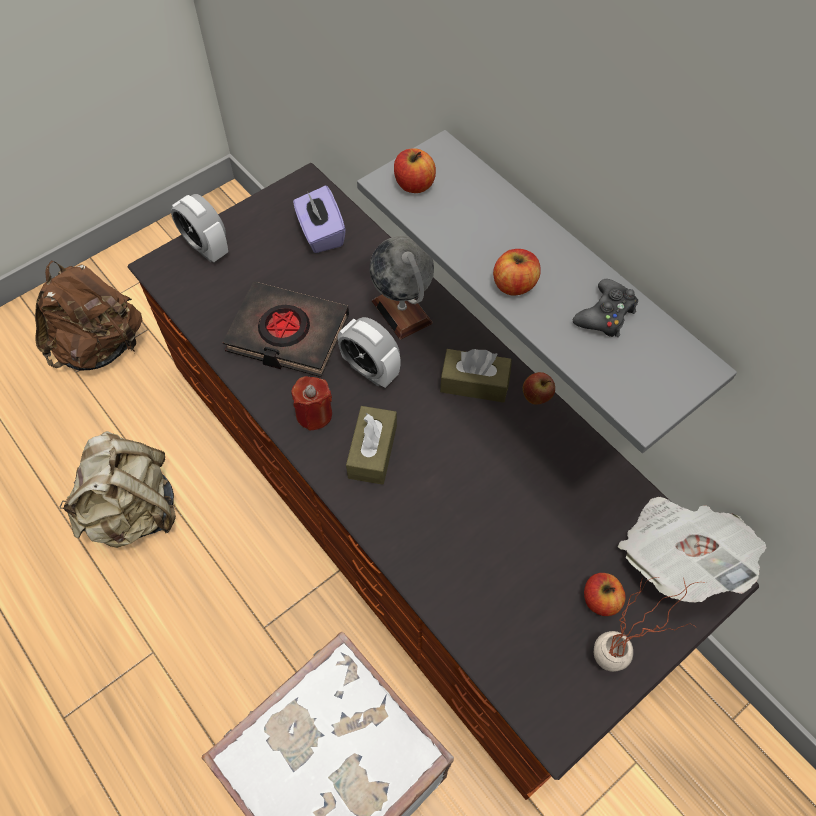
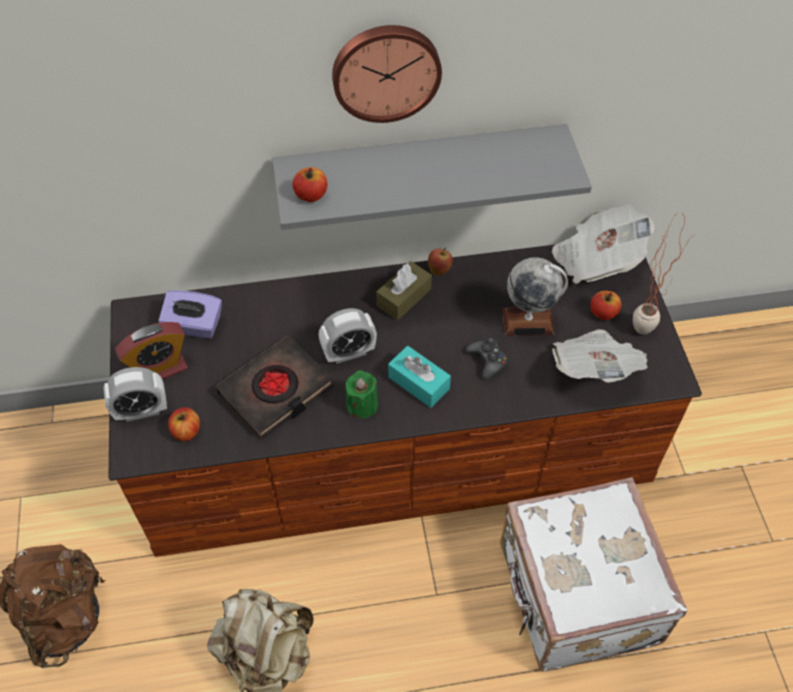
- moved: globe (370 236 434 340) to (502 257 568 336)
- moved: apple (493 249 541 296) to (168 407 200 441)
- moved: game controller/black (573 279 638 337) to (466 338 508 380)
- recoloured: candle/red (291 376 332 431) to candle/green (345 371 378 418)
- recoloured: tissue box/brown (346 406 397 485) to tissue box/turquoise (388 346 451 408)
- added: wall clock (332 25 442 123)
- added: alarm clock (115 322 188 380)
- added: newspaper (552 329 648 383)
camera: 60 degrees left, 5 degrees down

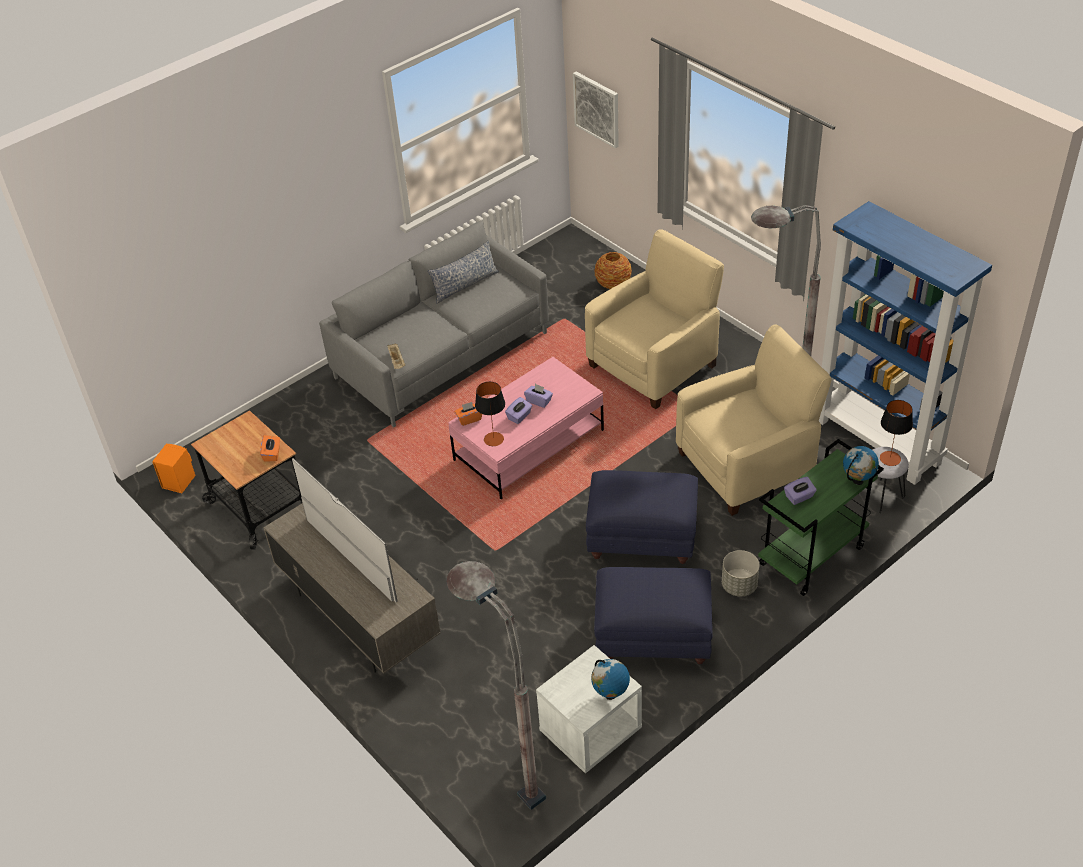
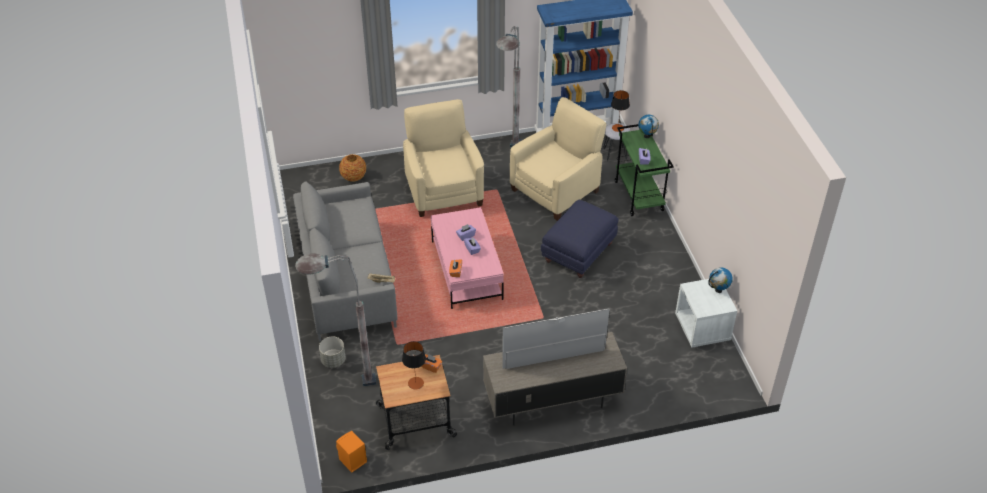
- removed: picture (573 72 619 148)
- removed: pillow (428 240 499 304)
- turned: armchair/beige (676 325 832 516) = (510 97 606 221) 45 degrees clockwise
- moved: table lamp (475 382 505 446) to (402 341 426 390)
- moved: planter/grey (722 550 760 596) to (319 337 345 368)
- moved: floor lamp/grey (446 561 546 810) to (295 253 376 386)
- removed: ottoman/blue (594 567 713 664)
camera: 65 degrees left, 0 degrees up

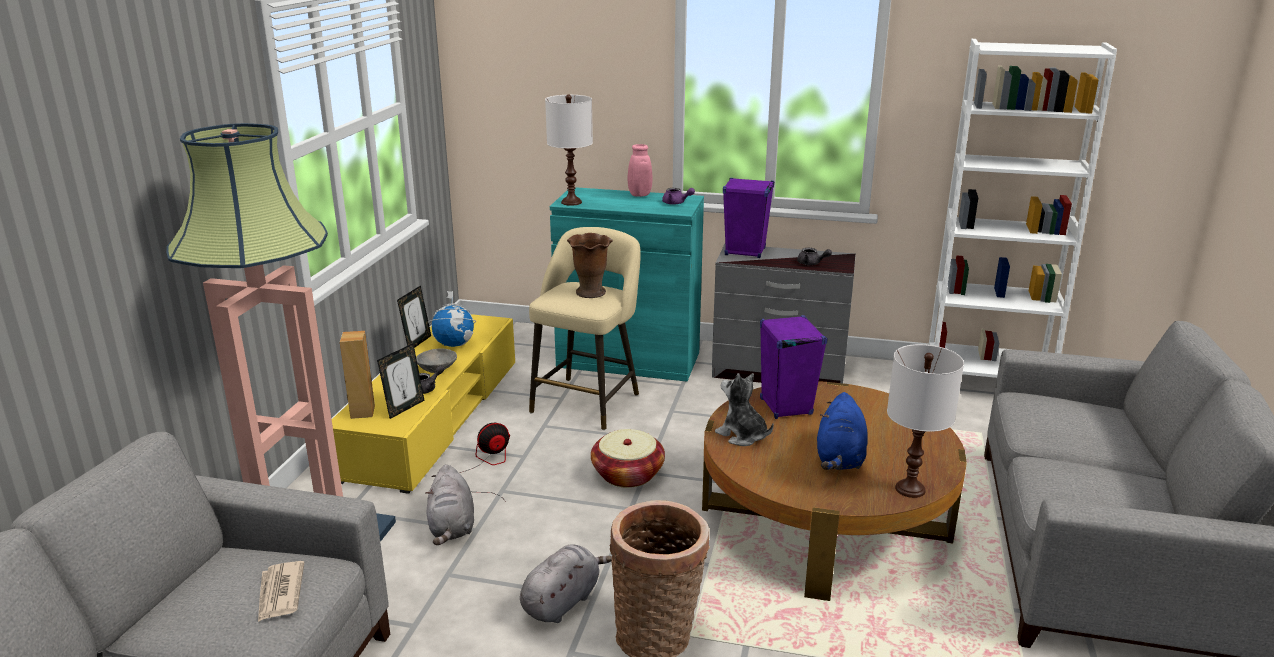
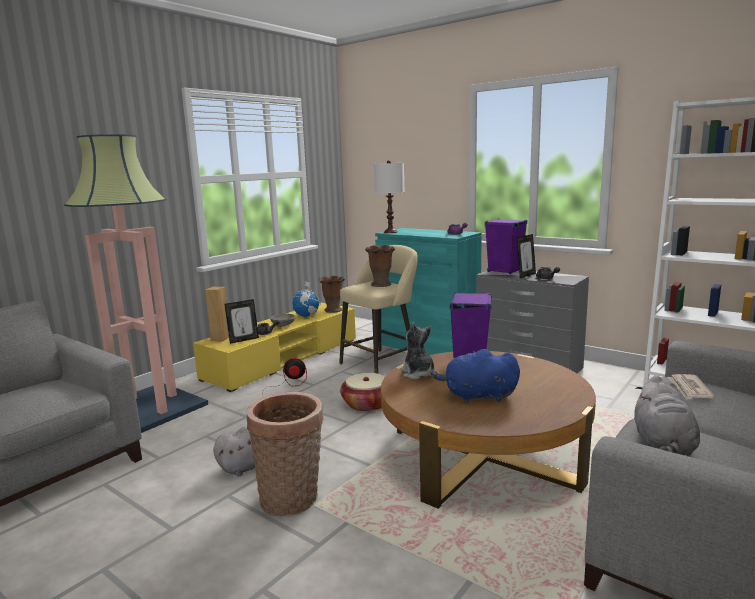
- removed: vase/pink (628 144 652 197)
- moved: picture frame (397 285 431 348) to (517 234 536 278)
- removed: table lamp/white (887 344 964 498)
- turned: plush toy/blue (817 392 868 470) = (431 349 520 403) 60 degrees clockwise
- moved: plush toy/grey (425 464 474 545) to (634 375 700 456)
- moved: newspaper (258 561 304 622) to (668 374 715 400)
- added: vase/brown (319 276 345 313)
camera: 25 degrees right, 10 degrees down

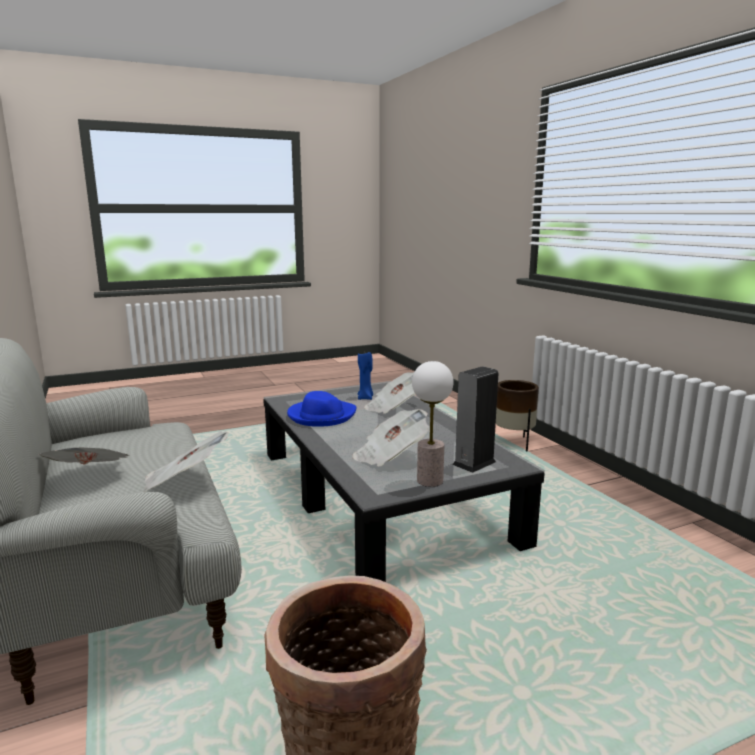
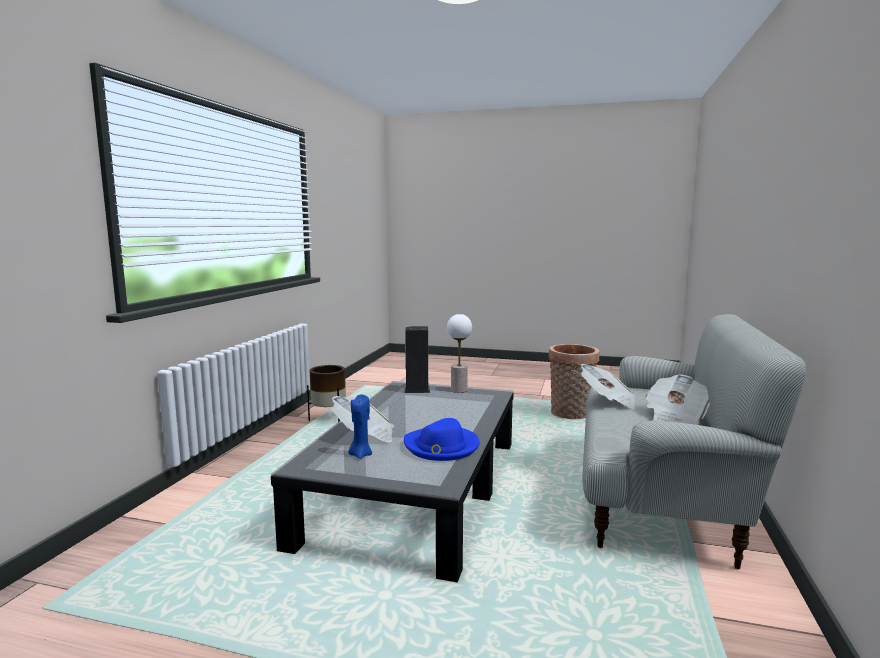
- moved: planter/brown (496 380 539 451) to (307 365 346 422)
- removed: newspaper (352 409 429 466)
camera: 140 degrees left, 5 degrees down

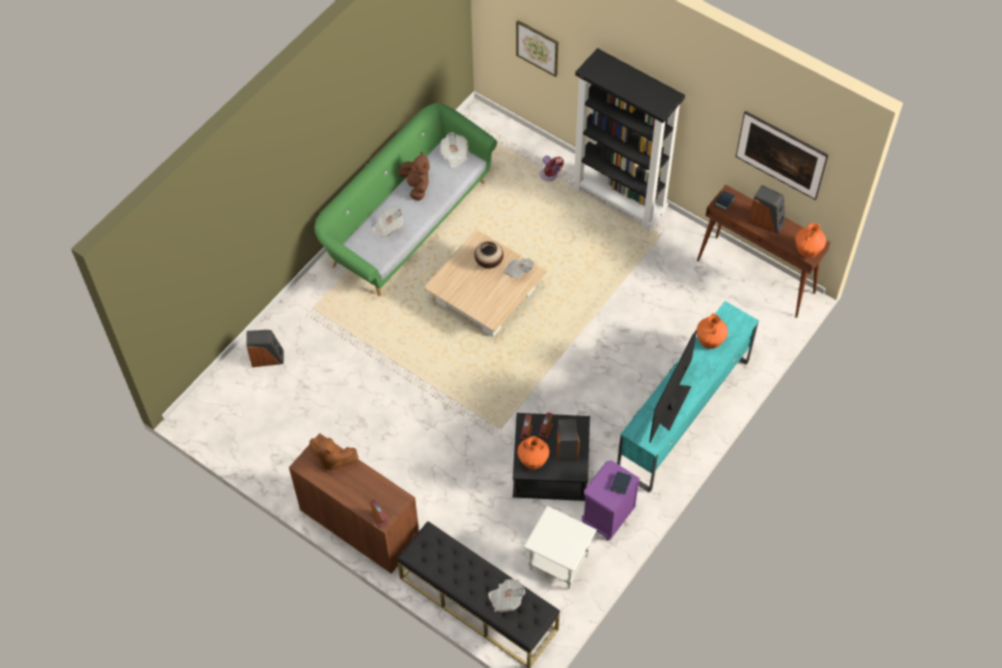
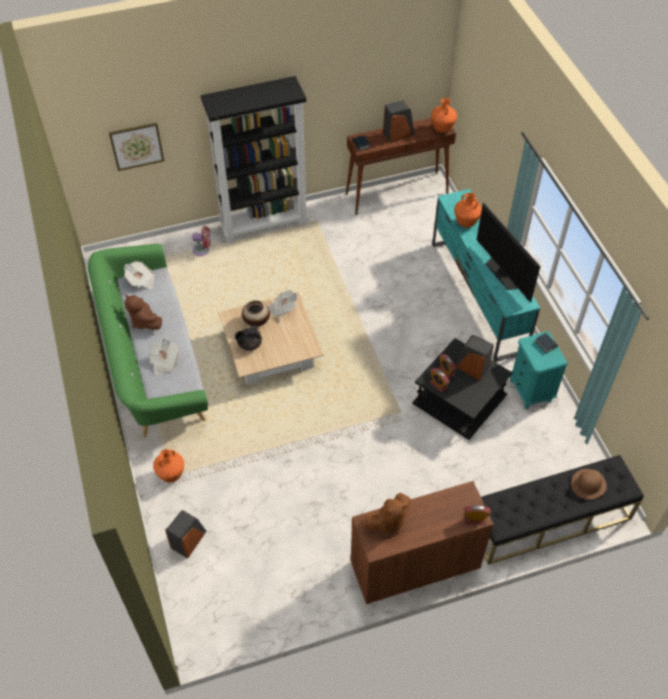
- removed: picture (736 111 828 200)
- turned: plush toy/brown (398 152 430 201) = (124 294 162 330) 135 degrees counterclockwise
- moved: vase/orange (517 436 549 470) to (153 449 184 482)
- recoloured: nightstand/purple (582 460 640 541) to nightstand/turquoise (510 331 568 409)
- removed: side table/white (524 506 597 589)
- replaced: newspaper (488 579 525 612) to hat/brown (571 469 607 500)
- added: teapot/black (235 325 262 351)
camera: 55 degrees left, 5 degrees down

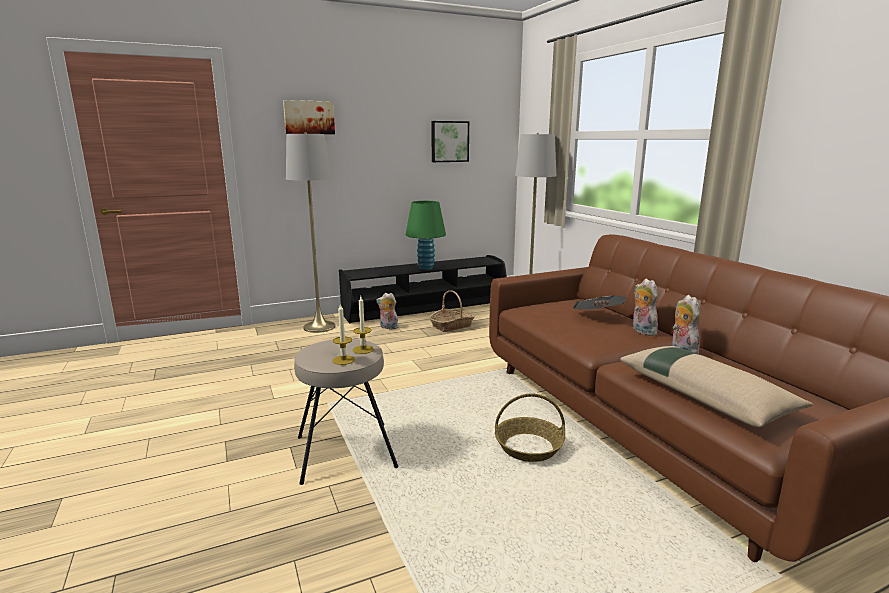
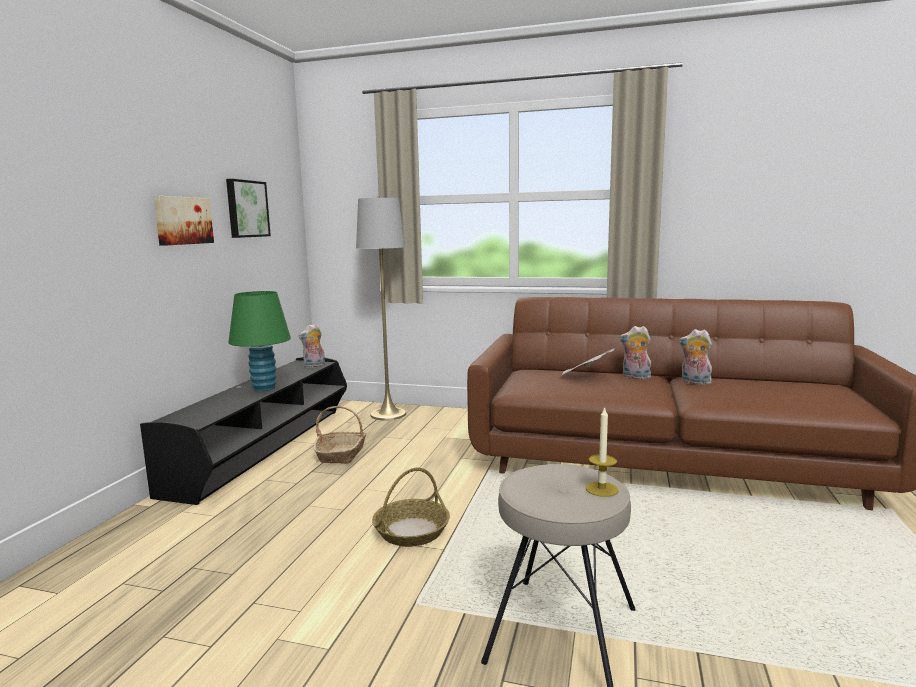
- moved: picture (283 100 335 134) to (153 196 214 246)
- removed: floor lamp/grey (286 132 336 333)
- moved: plush toy (376 293 399 329) to (298 324 325 368)
- removed: candle (353 296 374 354)
- removed: pillow/beige (620 346 814 427)
- moved: basket (495 393 565 462) to (372 467 450 547)
camera: 50 degrees left, 5 degrees down

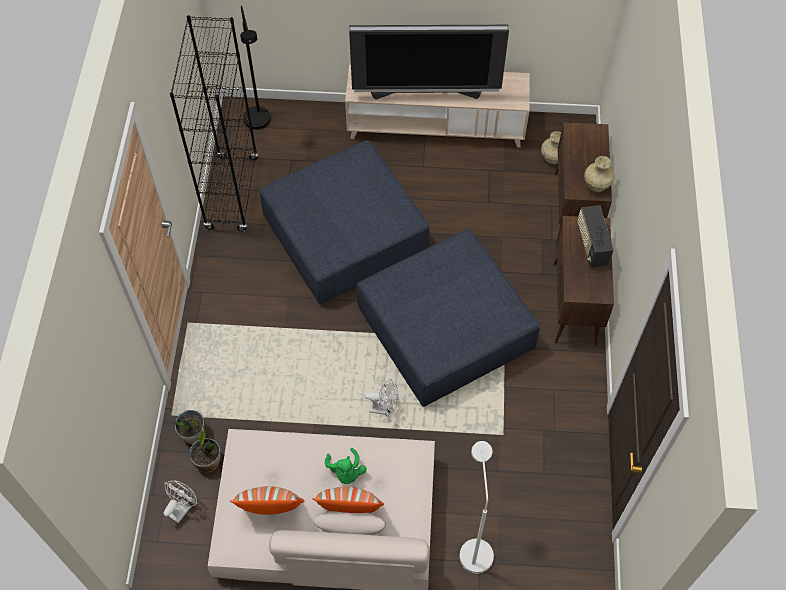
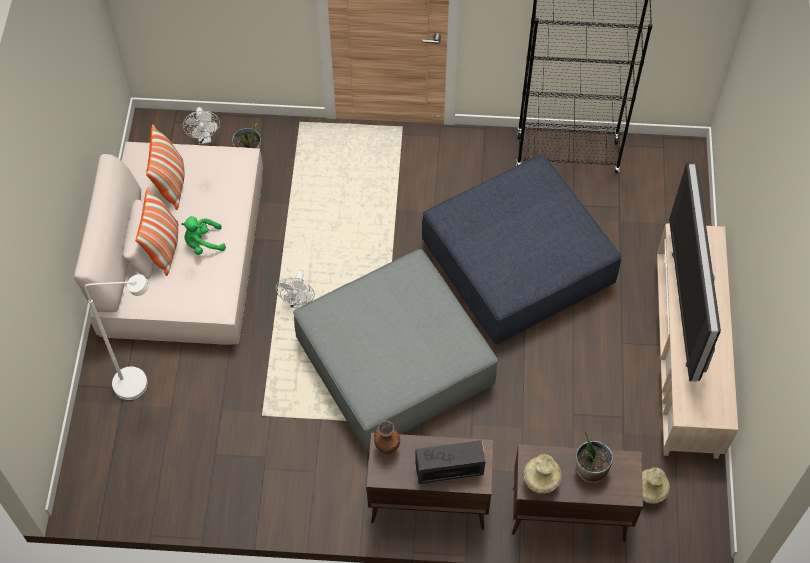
- removed: floor lamp/black (240 6 271 130)
- recoloured: ottoman/blue (357 229 540 407) to ottoman/grey (293 249 498 452)
- moved: potted plant (173 410 206 444) to (576 432 613 483)
- turned: fan/white (163 480 197 523) = (183 107 220 145) 45 degrees clockwise
- added: vase/brown (374 421 400 454)
camera: 90 degrees right, 0 degrees up

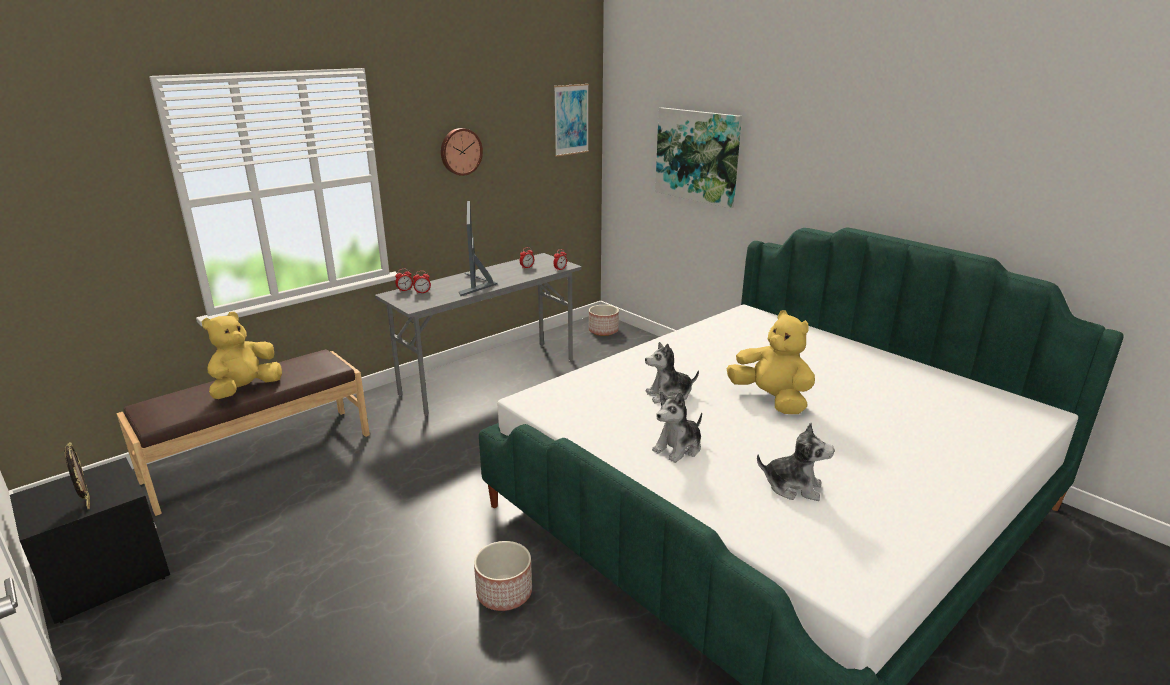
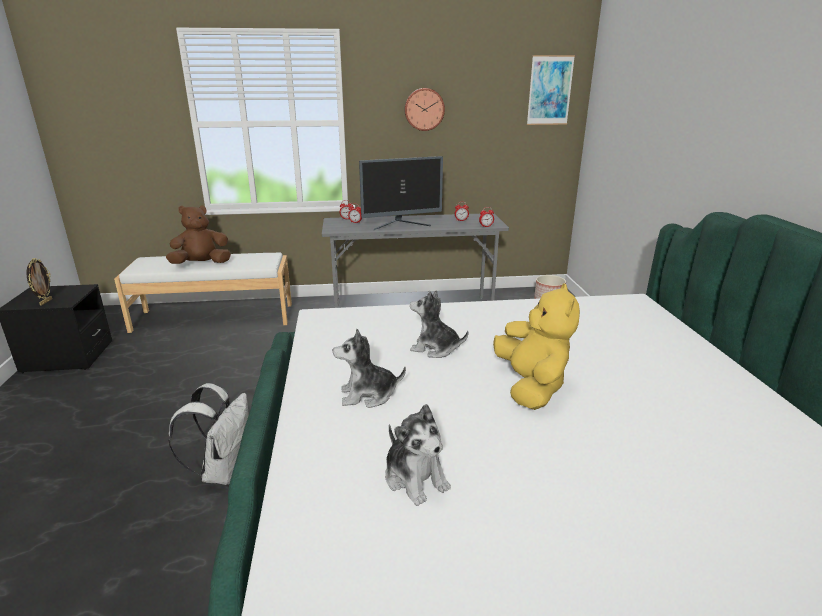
- removed: picture (655 107 742 208)
- turned: monitor (459 201 498 296) = (359 156 443 230) 135 degrees counterclockwise
- recoloured: plush toy/yellow (202 312 282 399) to plush toy/brown (166 205 231 264)
- recoloured: bench/brown (116 349 370 516) to bench/white (114 253 292 333)
- replaced: planter (474 541 532 611) to backpack/white (168 383 249 485)
camera: 35 degrees right, 0 degrees up

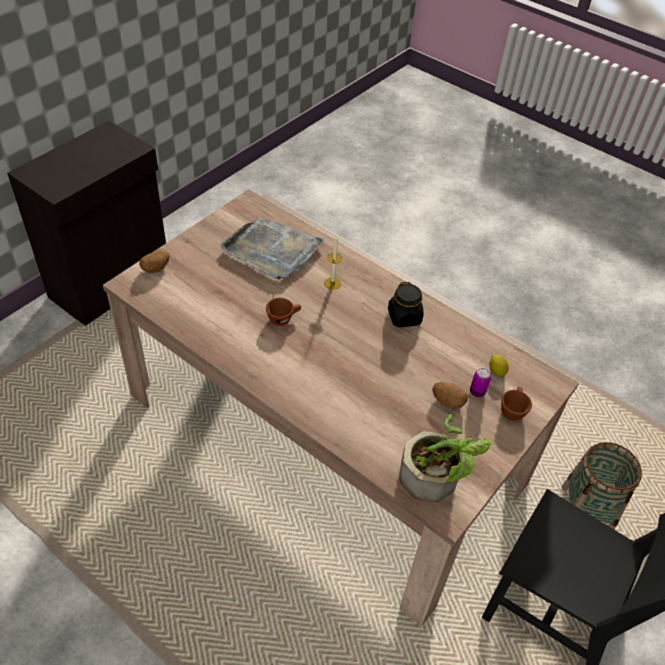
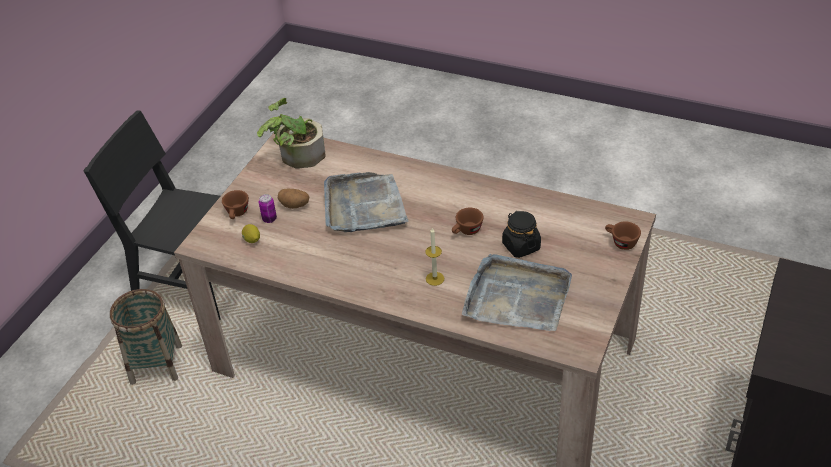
- replaced: potato (139 250 169 273) to cup/brown (605 222 641 250)
- moved: jar/black (388 282 424 327) to (502 211 541 258)
- added: tray/grey (324 172 409 232)
camera: 170 degrees right, 5 degrees down

